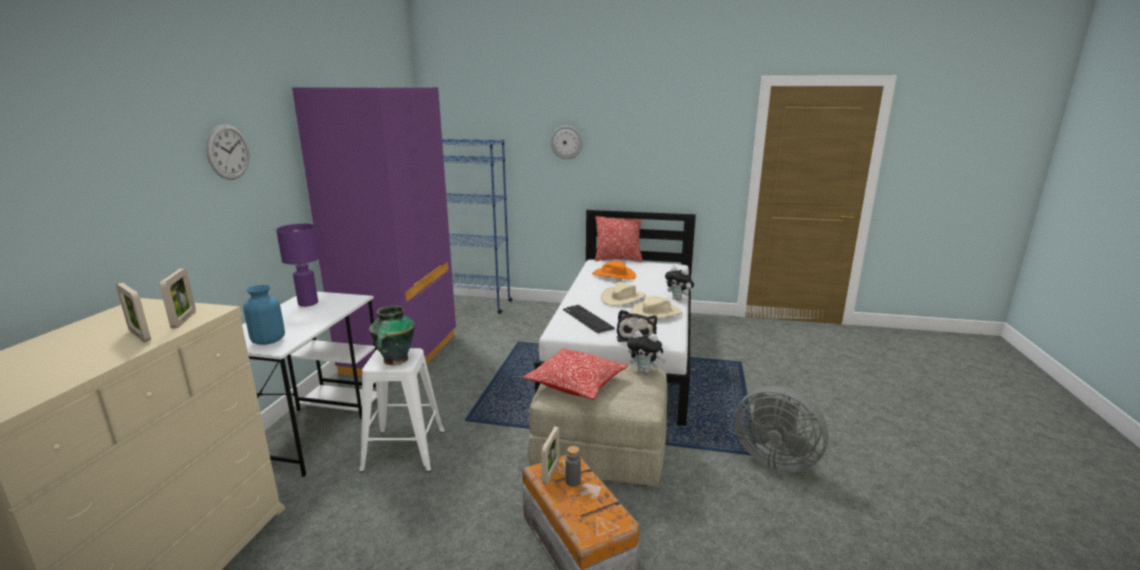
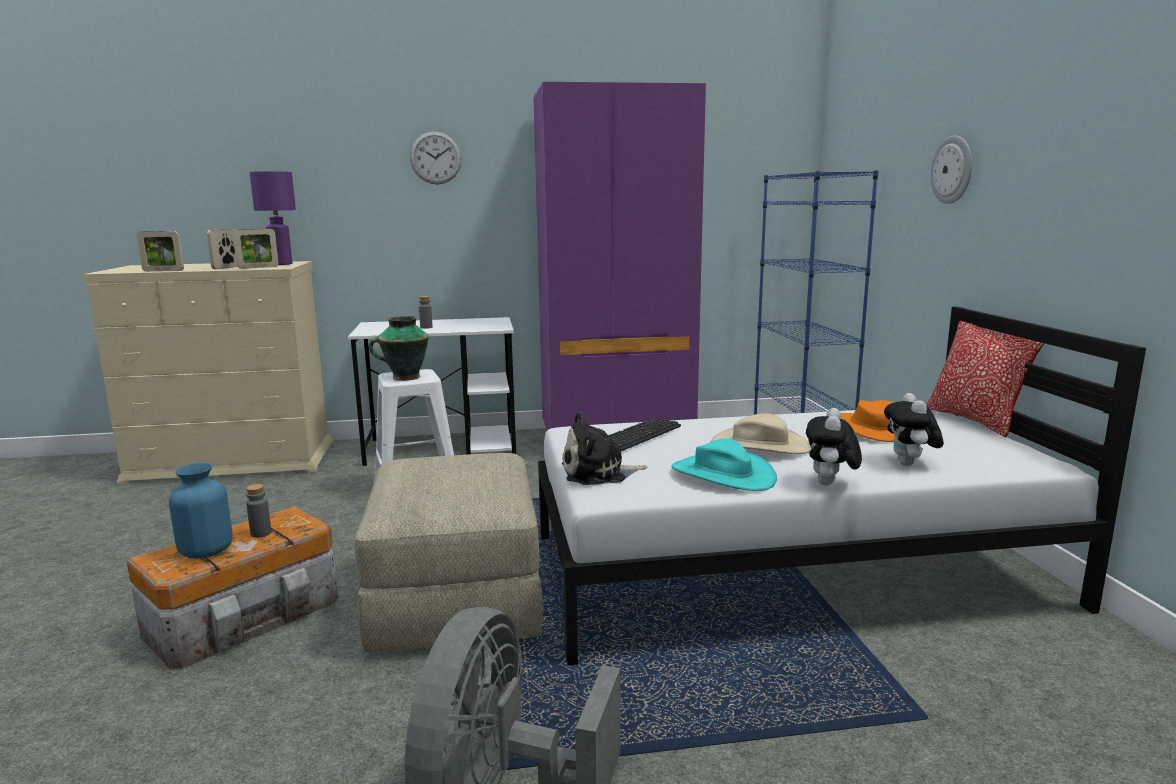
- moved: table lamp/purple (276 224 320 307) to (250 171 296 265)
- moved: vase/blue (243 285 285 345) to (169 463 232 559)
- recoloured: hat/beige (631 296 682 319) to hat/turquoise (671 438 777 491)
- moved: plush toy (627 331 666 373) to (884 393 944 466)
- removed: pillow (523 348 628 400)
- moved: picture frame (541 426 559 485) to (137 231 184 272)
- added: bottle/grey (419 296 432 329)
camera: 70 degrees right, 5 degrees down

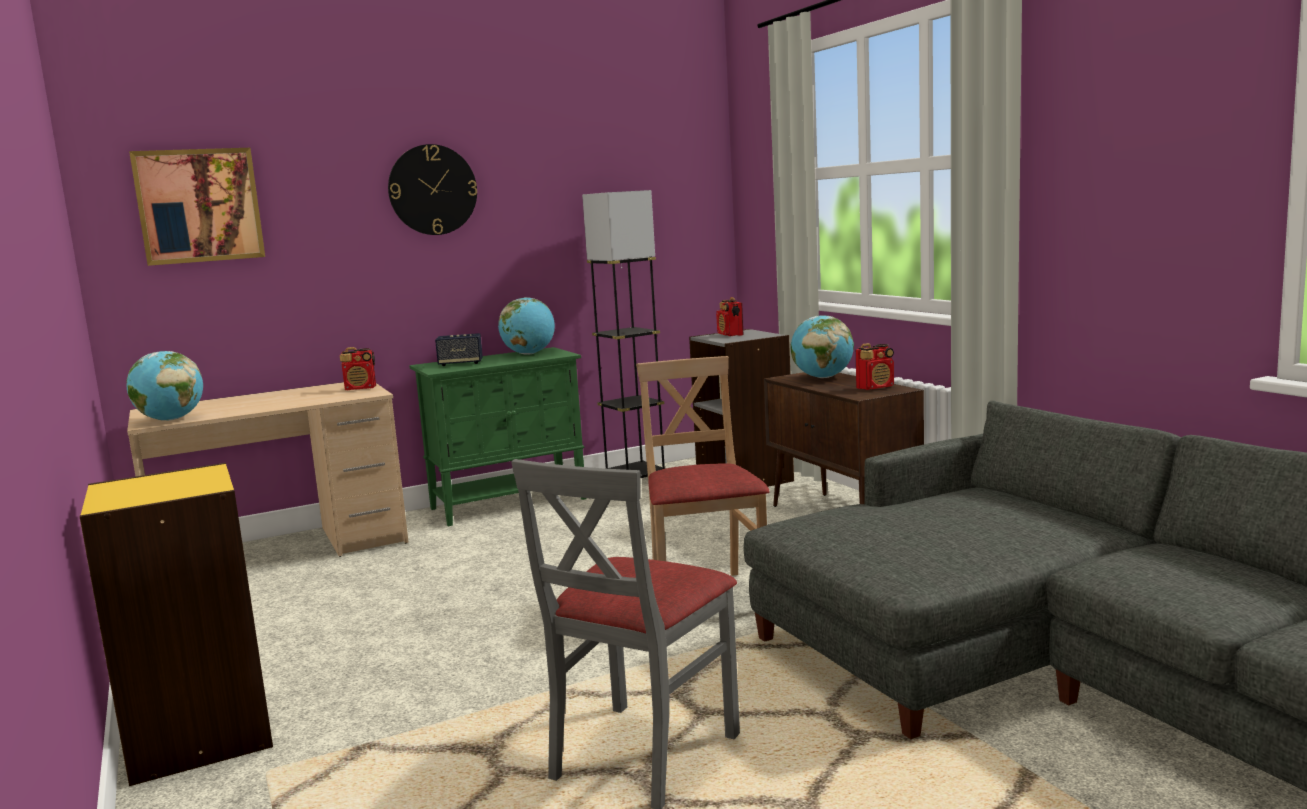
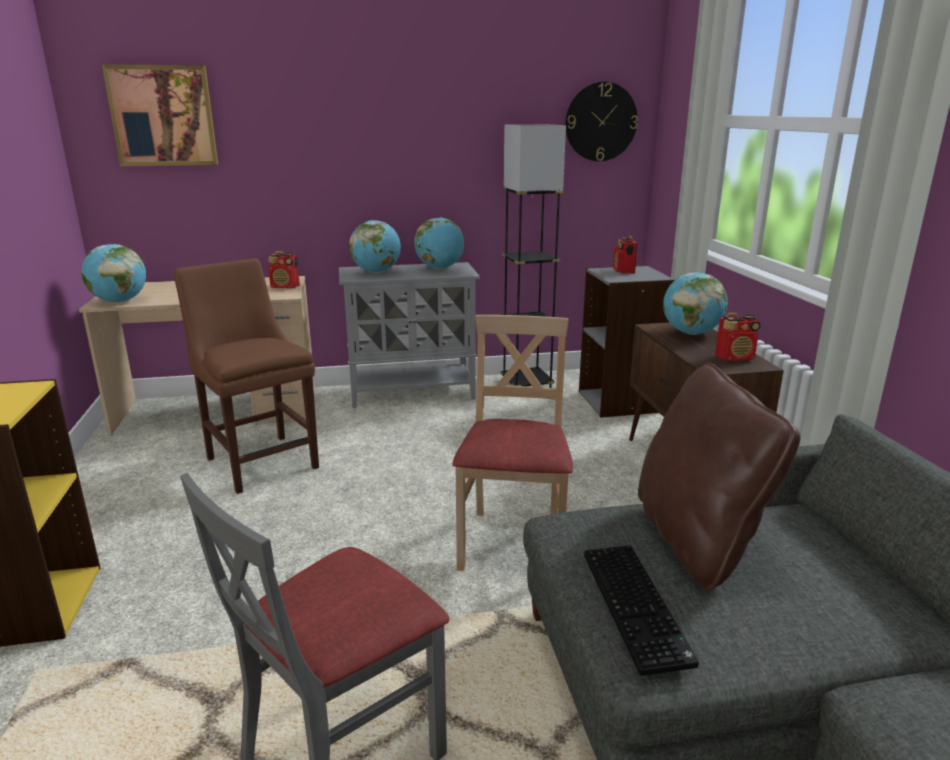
- moved: wall clock (388 144 477 235) to (565 82 638 161)
- replaced: speaker (435 333 483 366) to globe (349 220 401 273)
- recoloured: cabinet/green (409 347 587 526) to cabinet/grey (339 262 480 408)
- added: chair/brown (174 258 319 494)
- added: pillow/brown (638 363 800 591)
- added: keyboard (584 545 699 676)
camera: 15 degrees right, 10 degrees up

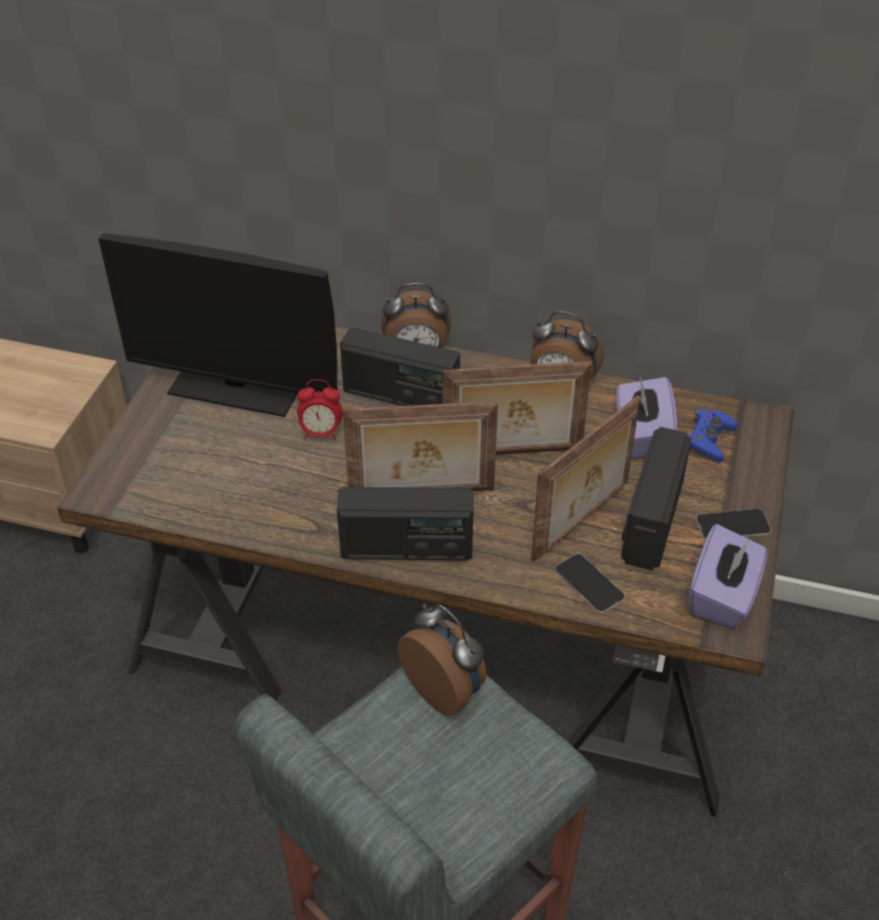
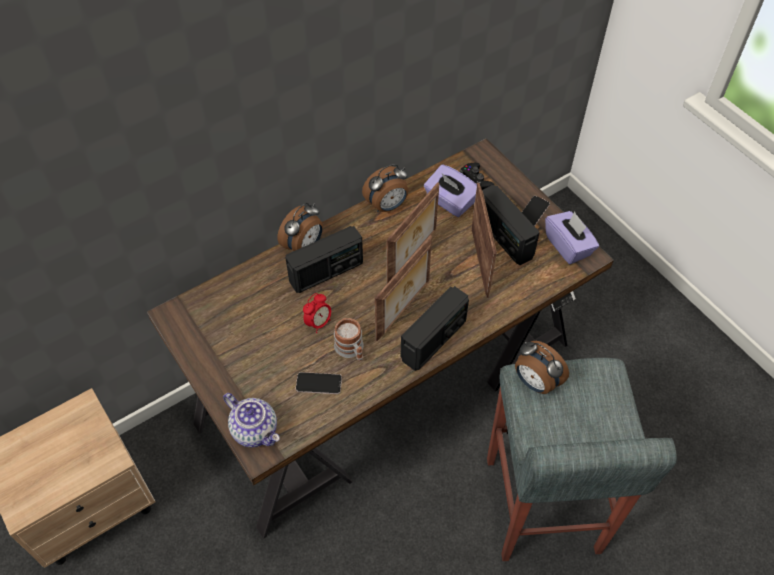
- removed: monitor (98 233 337 417)
- recoloured: game controller/blue (687 409 738 462) to game controller/black (459 163 494 190)
- moved: phone (554 554 625 614) to (296 372 342 394)
- turned: alarm clock (398 604 487 716) = (515 341 569 394) 135 degrees counterclockwise
- added: mug (334 318 364 361)
- added: teapot (223 393 280 447)
camera: 50 degrees left, 10 degrees up

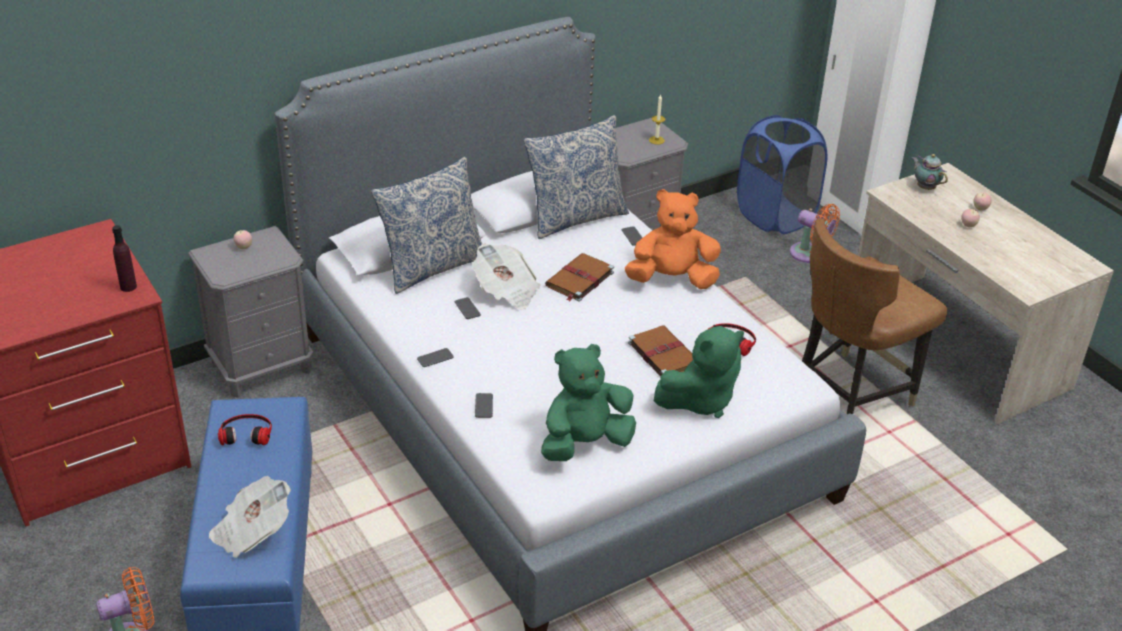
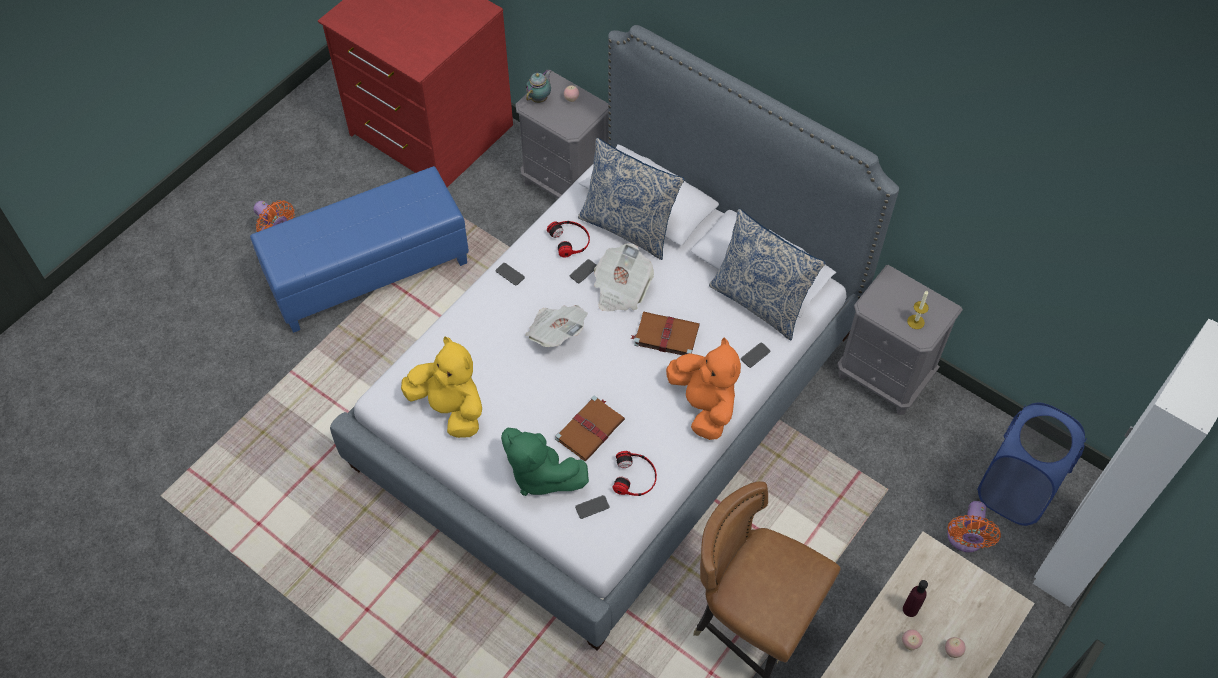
- moved: teapot (912 154 948 190) to (526 70 551 103)
- moved: bottle/purple (112 225 137 292) to (903 580 928 617)
- recoloured: plush toy/green (541 344 636 461) to plush toy/yellow (401 337 482 438)
- moved: phone (475 393 493 418) to (575 495 609 519)
- moved: headphones (218 414 272 446) to (547 221 590 258)
- moved: newspaper (209 476 291 558) to (525 305 588 347)
camera: 70 degrees right, 20 degrees up

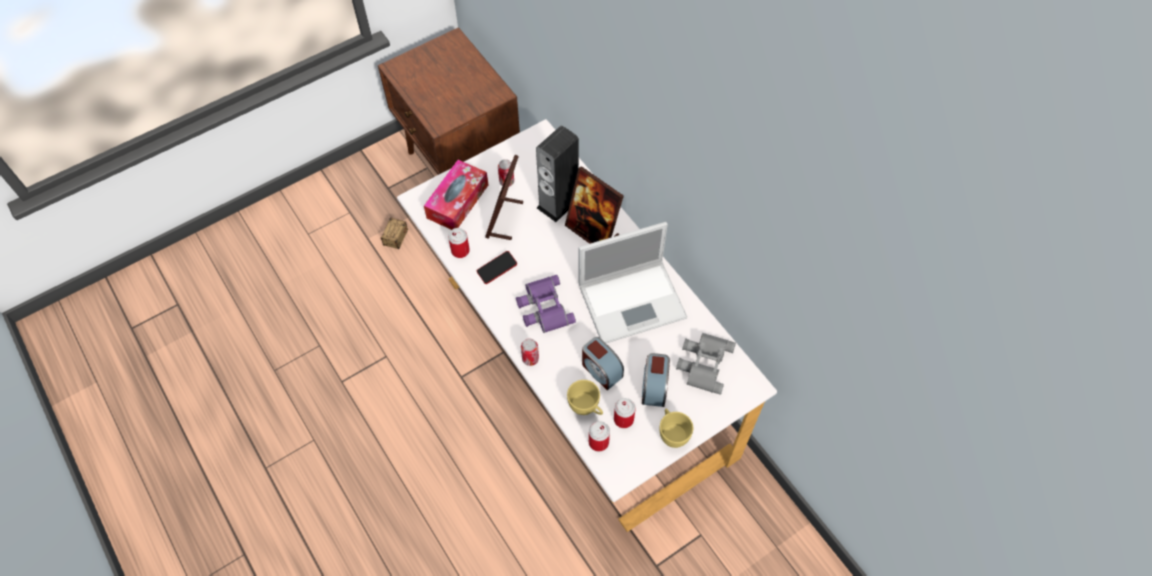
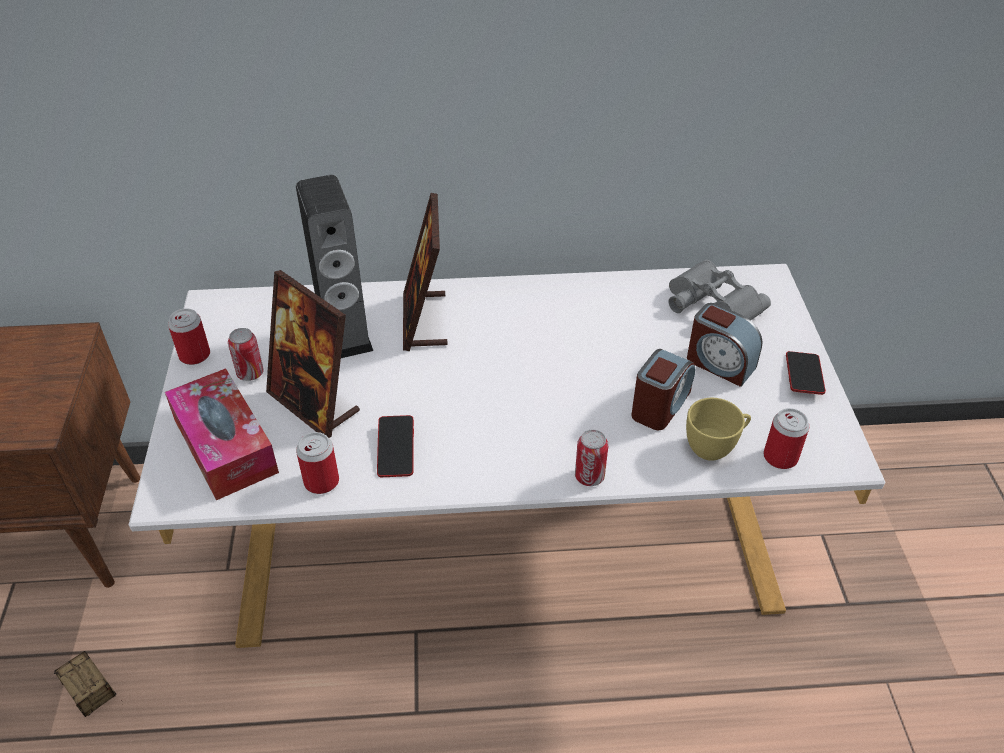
- turned: picture frame (565 166 624 244) = (403 193 448 351) 105 degrees clockwise
- removed: laptop (578 222 688 343)
- removed: binoculars/purple (516 275 576 333)
- turned: alarm clock (582 337 624 390) = (631 349 695 430) 45 degrees counterclockwise
- moved: can (614 398 636 428) to (168 308 210 365)
- replaced: cup/yellow (660 409 693 448) to phone (786 351 826 395)
camera: 60 degrees left, 15 degrees down

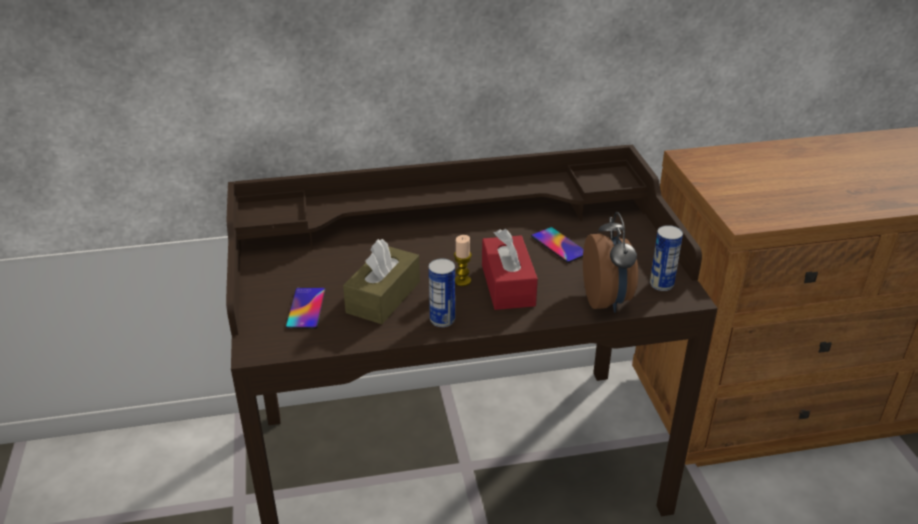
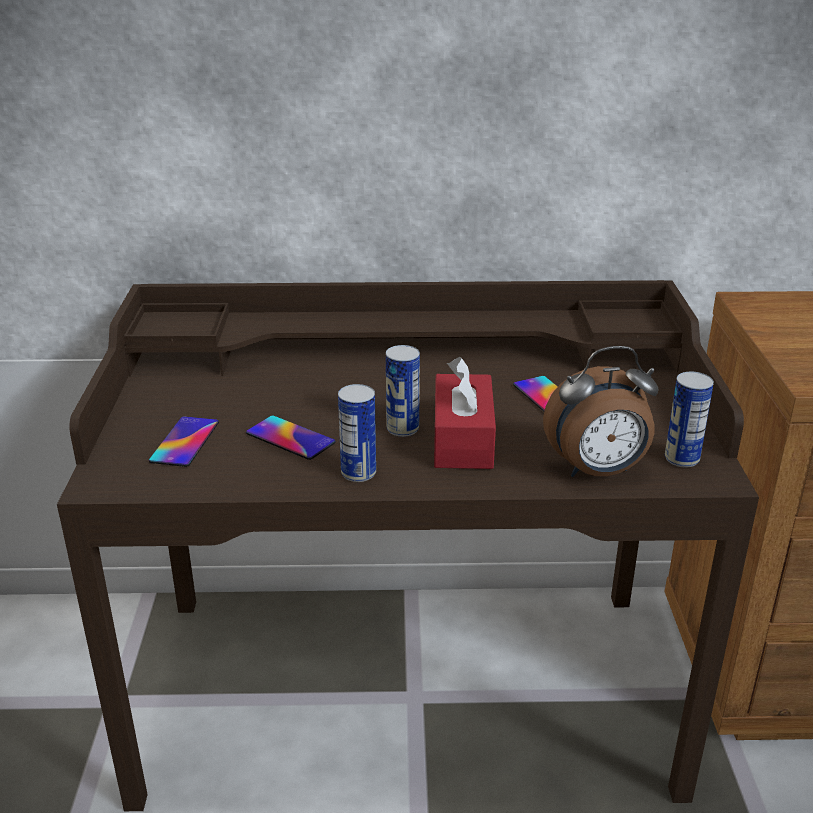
- turned: alarm clock (583 212 638 313) = (543 346 659 477) 75 degrees clockwise
- replaced: candle (454 235 472 286) to can (386 345 420 437)
- replaced: tissue box/brown (343 239 420 324) to phone (246 416 336 460)
camera: 10 degrees right, 5 degrees down

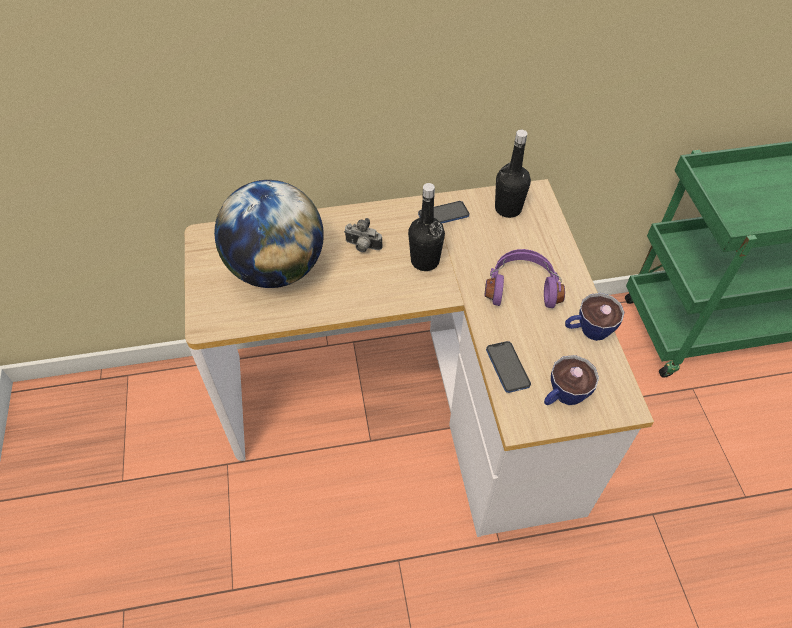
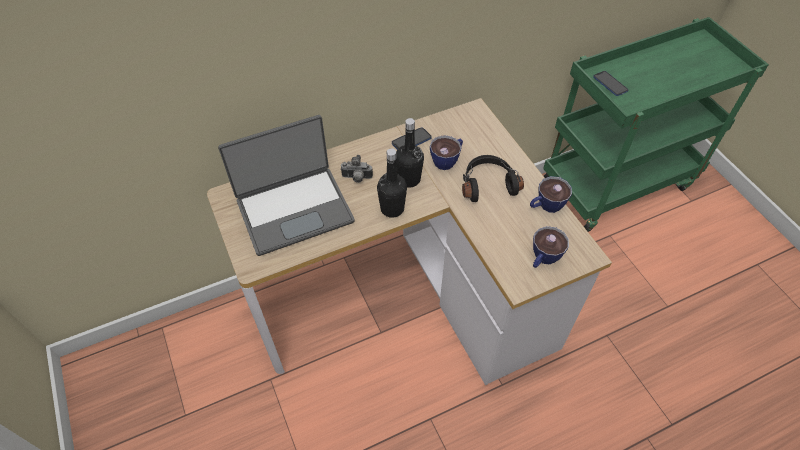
- moved: bottle/black (495 130 531 218) to (377 148 407 218)
- replaced: globe (214 180 324 288) to laptop (218 115 355 256)
- recoloured: headphones/purple (484 249 565 308) to headphones/black (462 155 524 202)
- moved: phone (486 341 531 393) to (593 71 628 96)
- added: cup (430 135 463 170)
camera: 15 degrees left, 0 degrees up

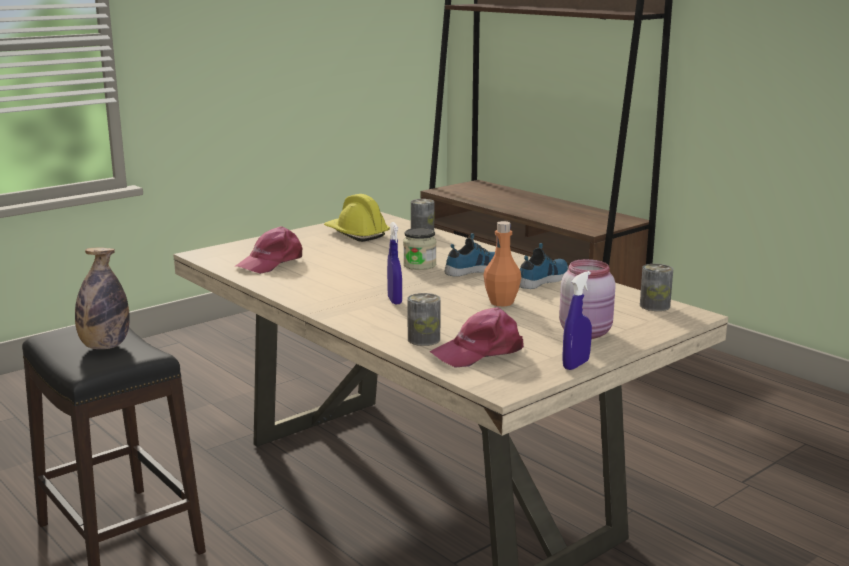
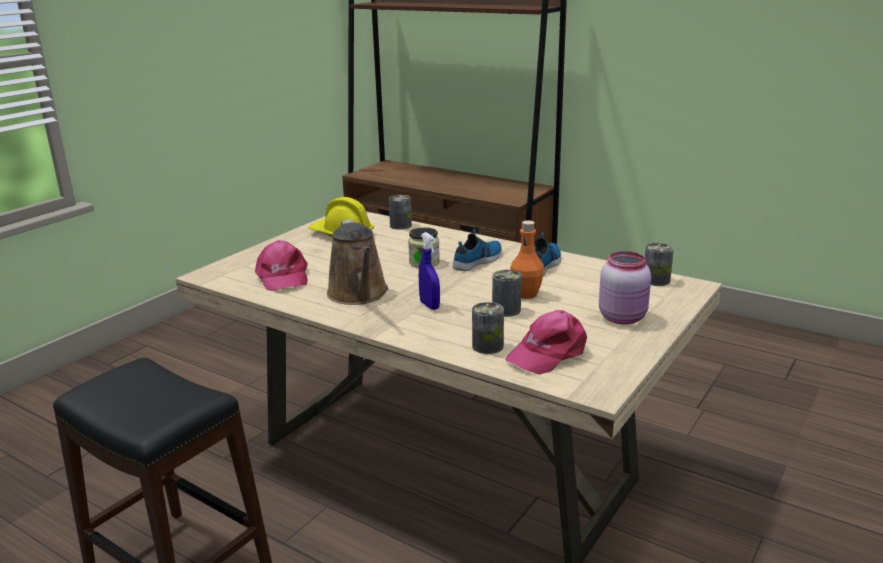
- turned: cap/pink (234 226 303 274) = (255 240 308 290) 45 degrees counterclockwise
- removed: bottle (75 247 130 349)
- removed: spray bottle/blue (562 271 592 370)
- added: watering can/brown (327 219 388 305)
- added: can (492 270 521 317)
camera: 15 degrees left, 5 degrees up

